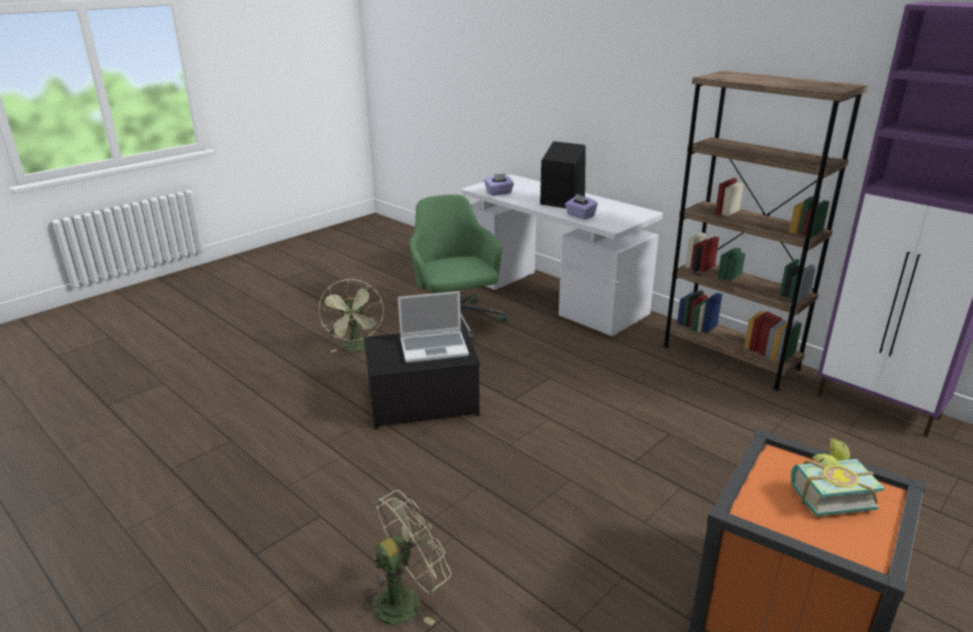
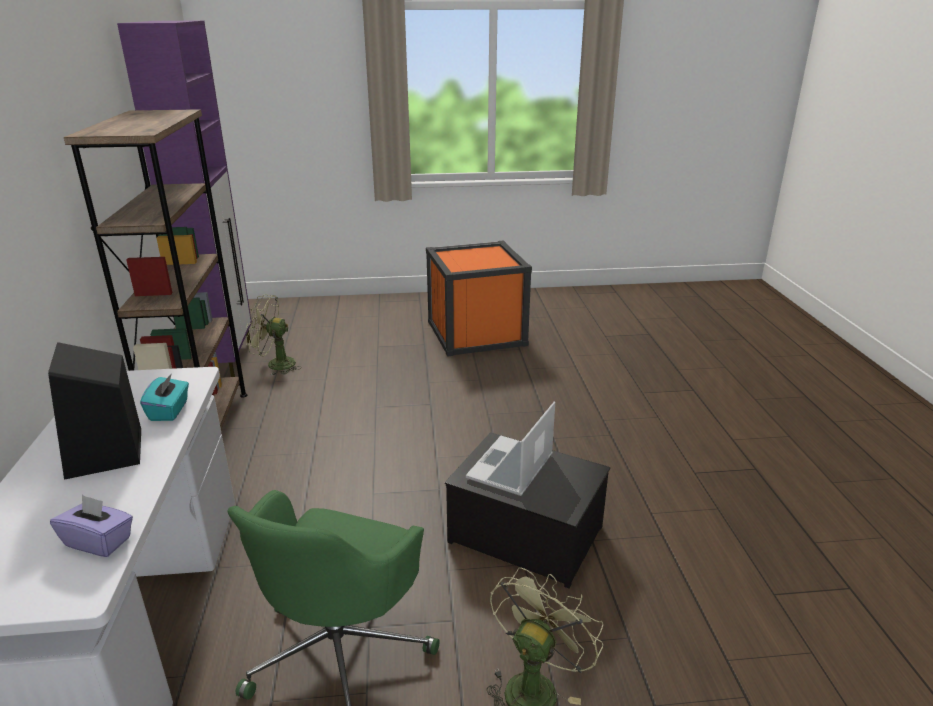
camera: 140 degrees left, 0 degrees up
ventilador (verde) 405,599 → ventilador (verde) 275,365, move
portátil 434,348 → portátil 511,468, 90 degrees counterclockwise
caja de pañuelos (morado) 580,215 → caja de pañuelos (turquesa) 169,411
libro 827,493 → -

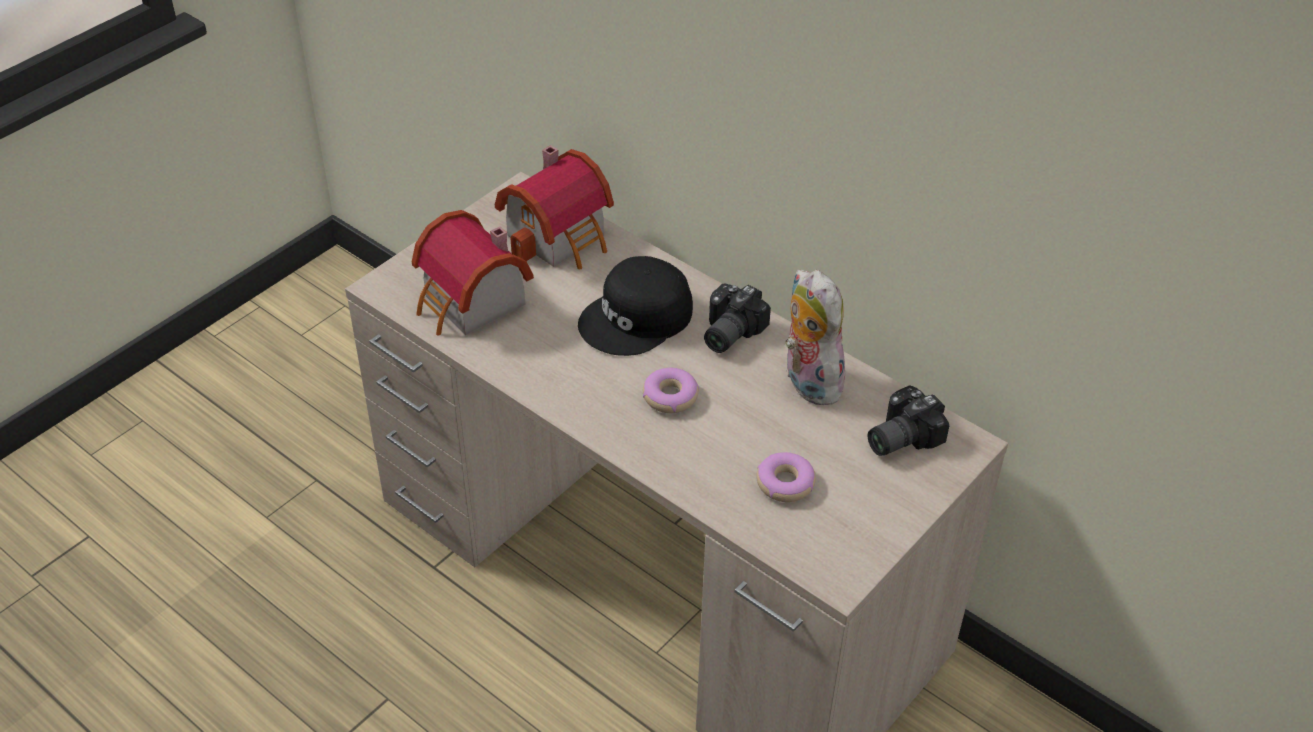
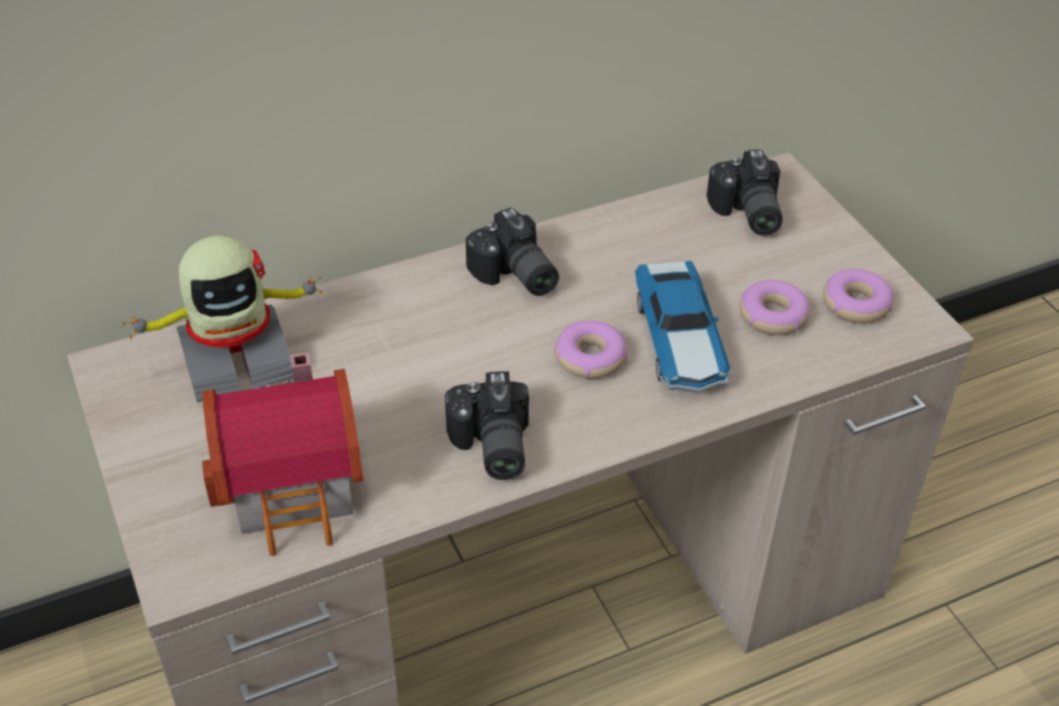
camera: 65 degrees left, 0 degrees up
casita 561,237 → robot de juguete 236,357
gorra (negro) 637,318 → -
peluche 807,381 → -
- → cámara 489,447
- → coche de juguete 679,341
- → rosquilla 856,304

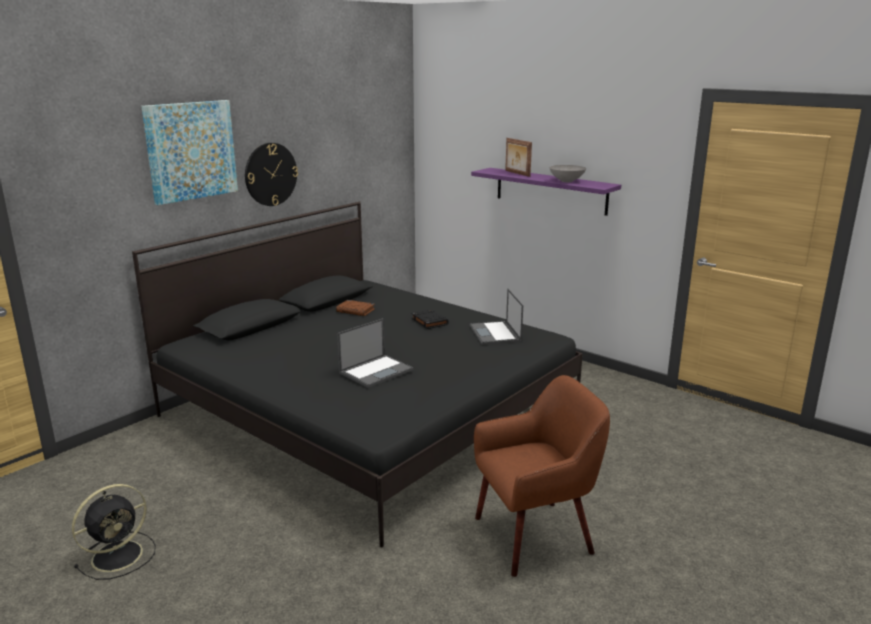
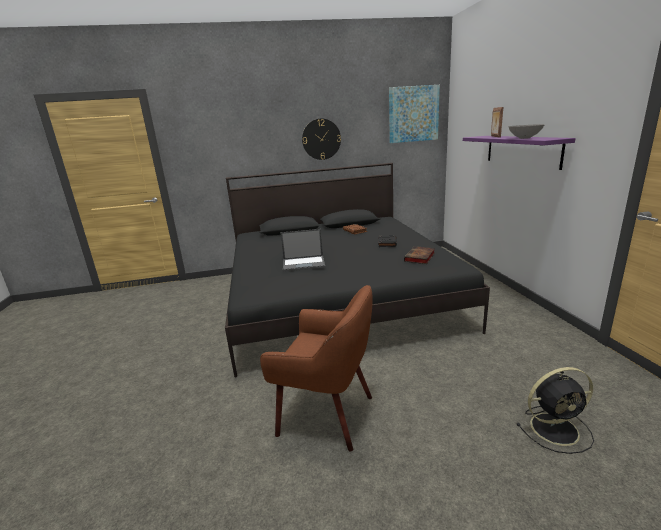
camera: 40 degrees right, 0 degrees up
ventilador (negro) 119,555 → ventilador (negro) 556,428, move
cuadro 191,151 → cuadro 413,114, move
portátil 495,334 → libro 419,257

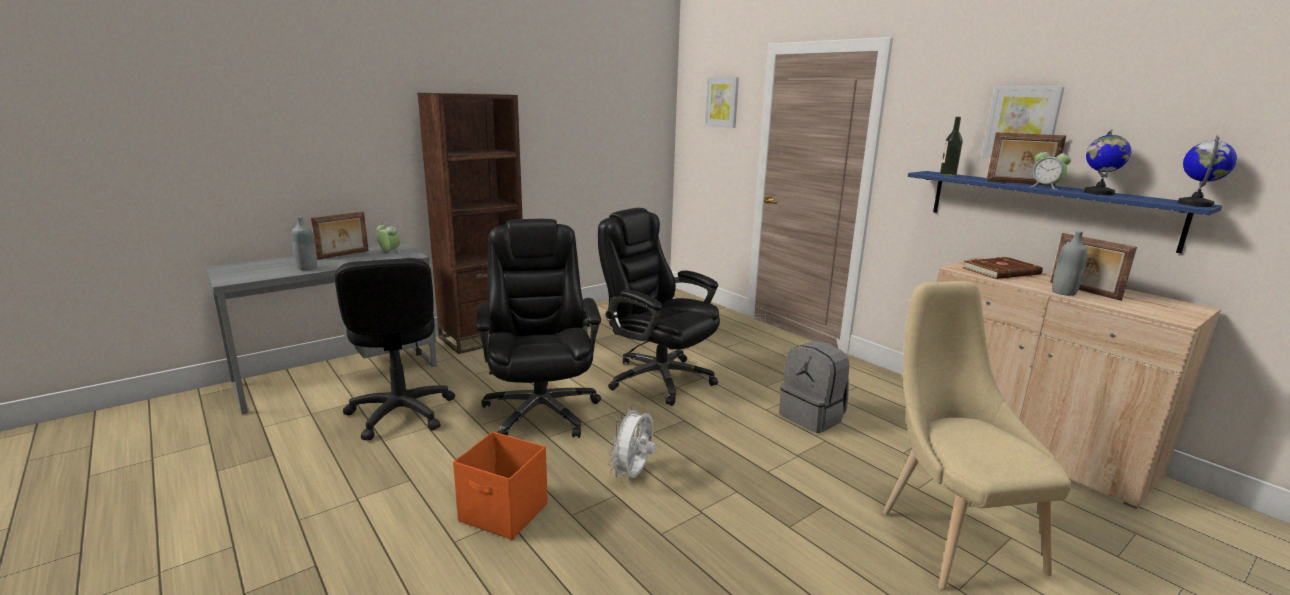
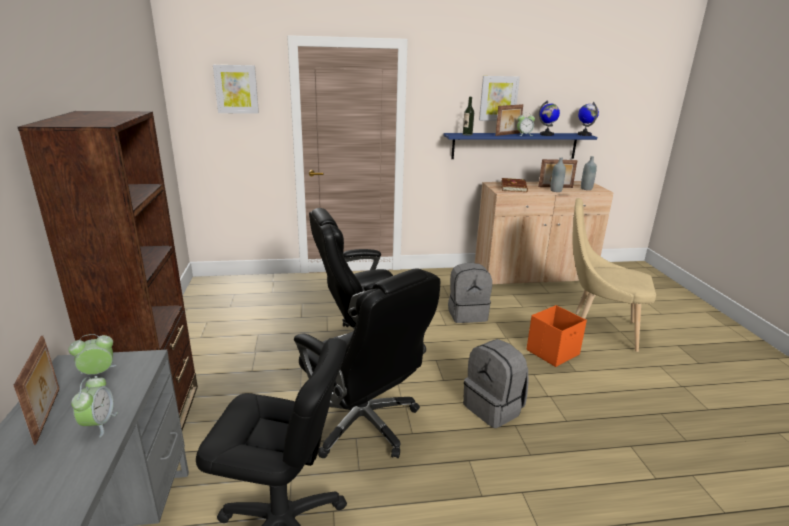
camera: 60 degrees left, 5 degrees up
botella (gris) 307,268 → botella (gris) 586,188, move
caja de almacenaje (naranja) 504,513 → caja de almacenaje (naranja) 553,352, move
silla de oficina (negro) 541,411 → silla de oficina (negro) 364,424, 150 degrees counterclockwise
ventilador (blanco) 633,475 → mochila (gris) 494,408
- → despertador 99,424

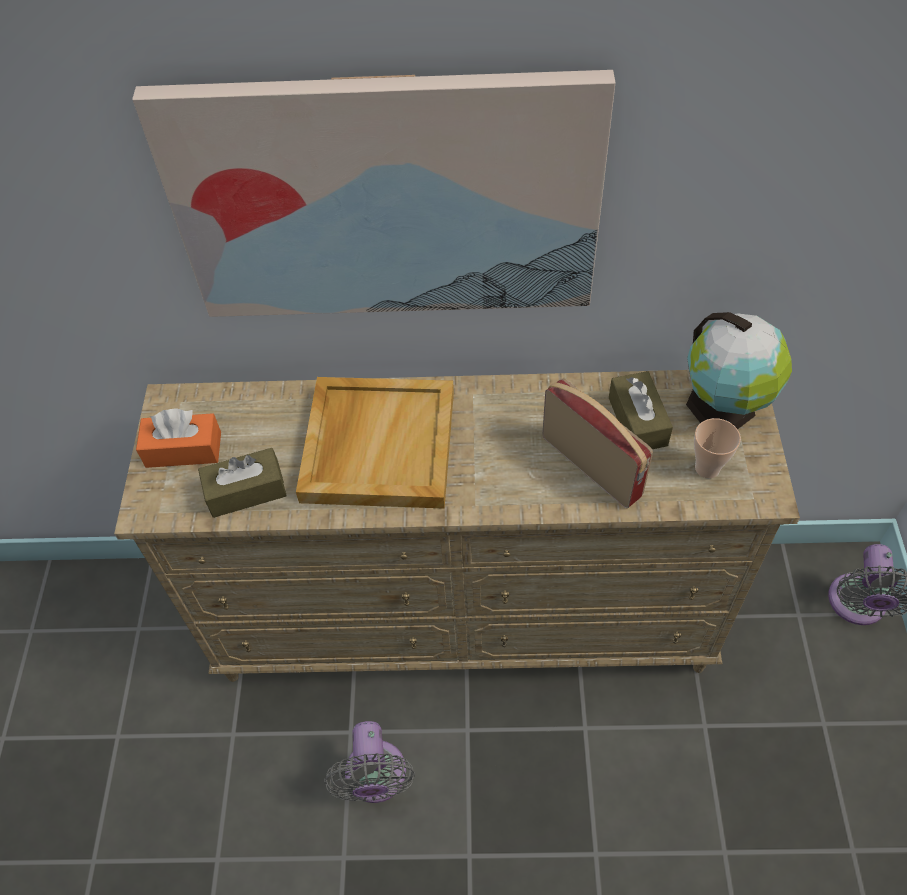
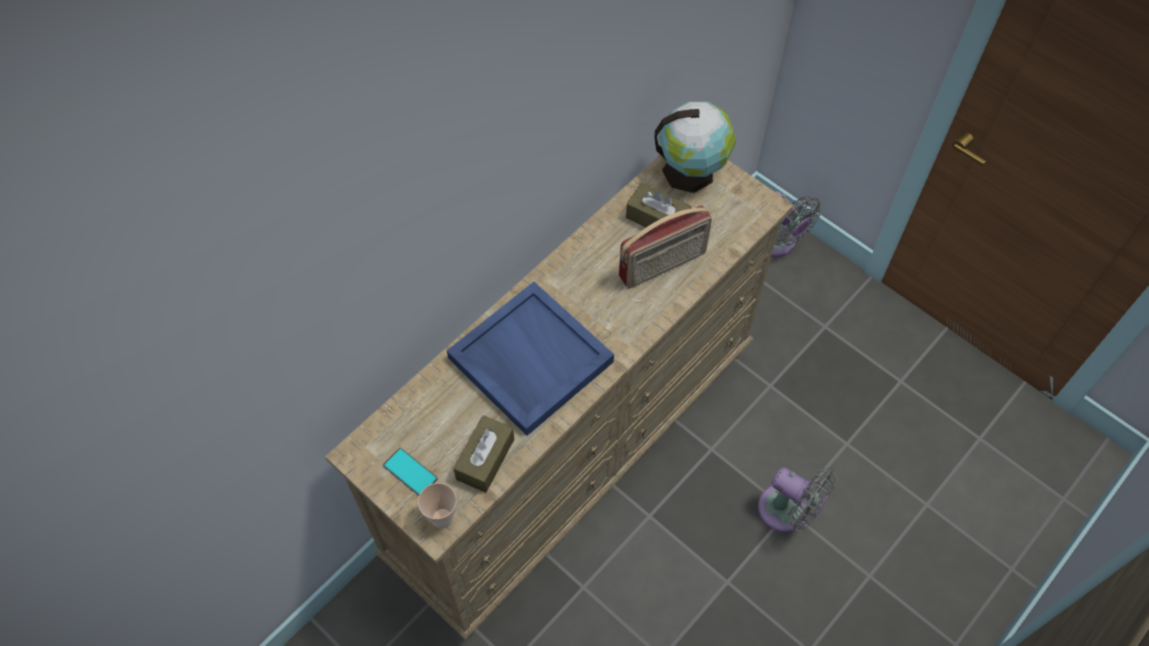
camera: 50 degrees left, 5 degrees up
cuadro 387,199 → -
caja de pañuelos (naranja) 183,449 → móvil 410,472
bandeja (beis) 378,444 → bandeja (azul) 529,360
ventilador (gris) 376,779 → ventilador (gris) 788,512, move
radio 592,466 → radio 663,266, 150 degrees clockwise
taza 707,468 → taza 442,518, move

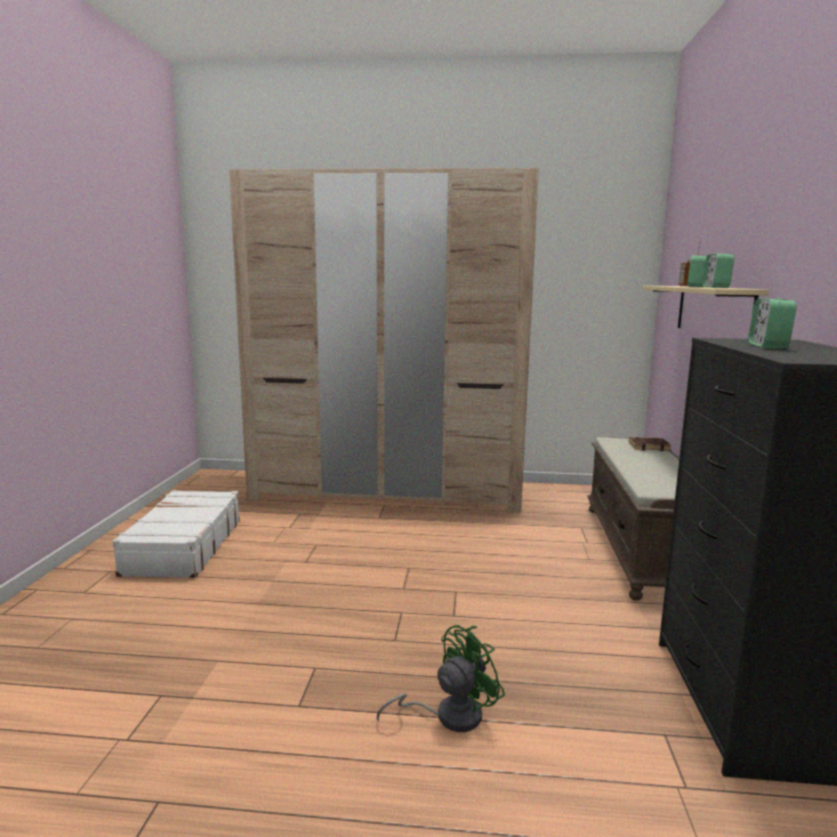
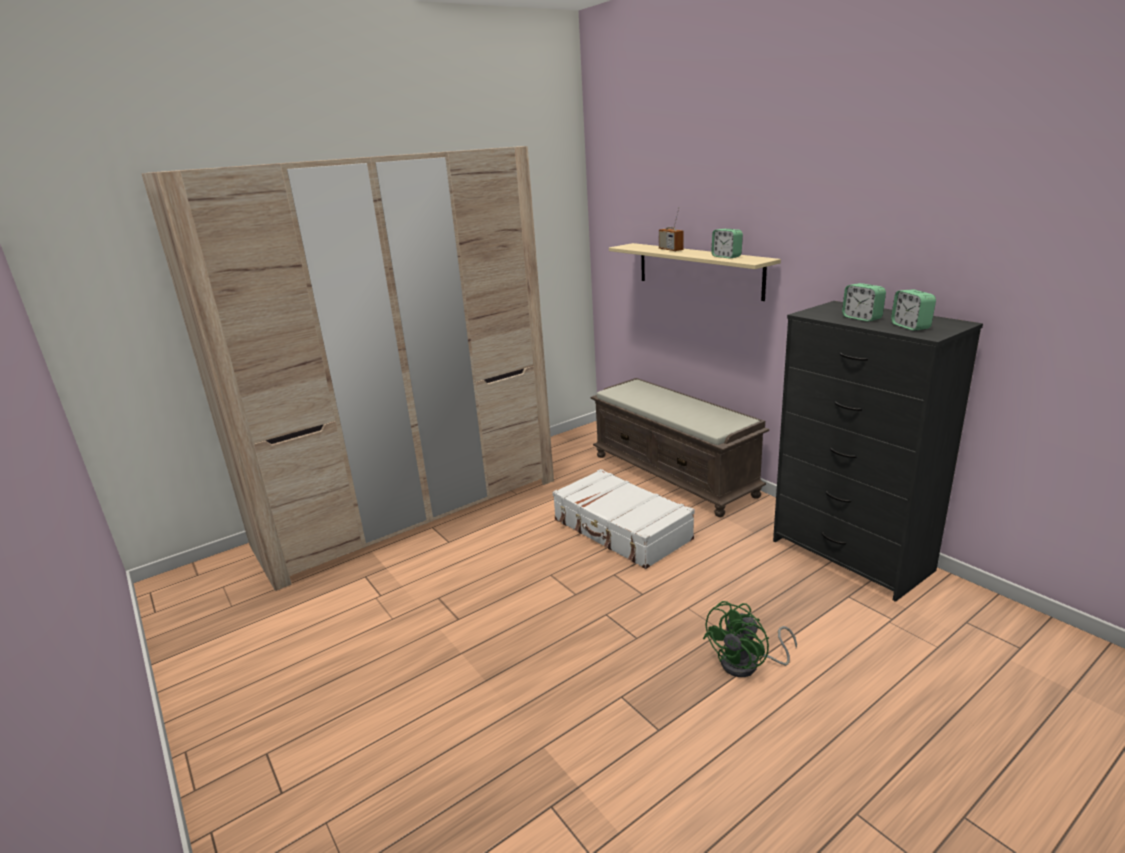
camera: 40 degrees left, 10 degrees up
maleta (blanco) 183,547 → maleta (blanco) 621,530, move
ventilador (verde) 448,715 → ventilador (verde) 747,664, 150 degrees counterclockwise
libro (marrón) 649,447 → -
despertador 696,286 → despertador 910,326, move

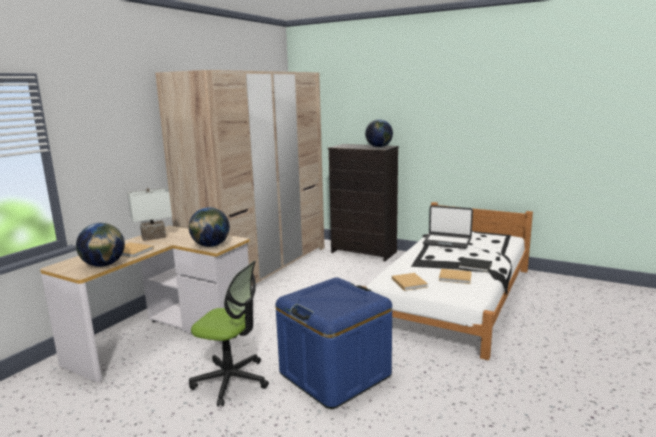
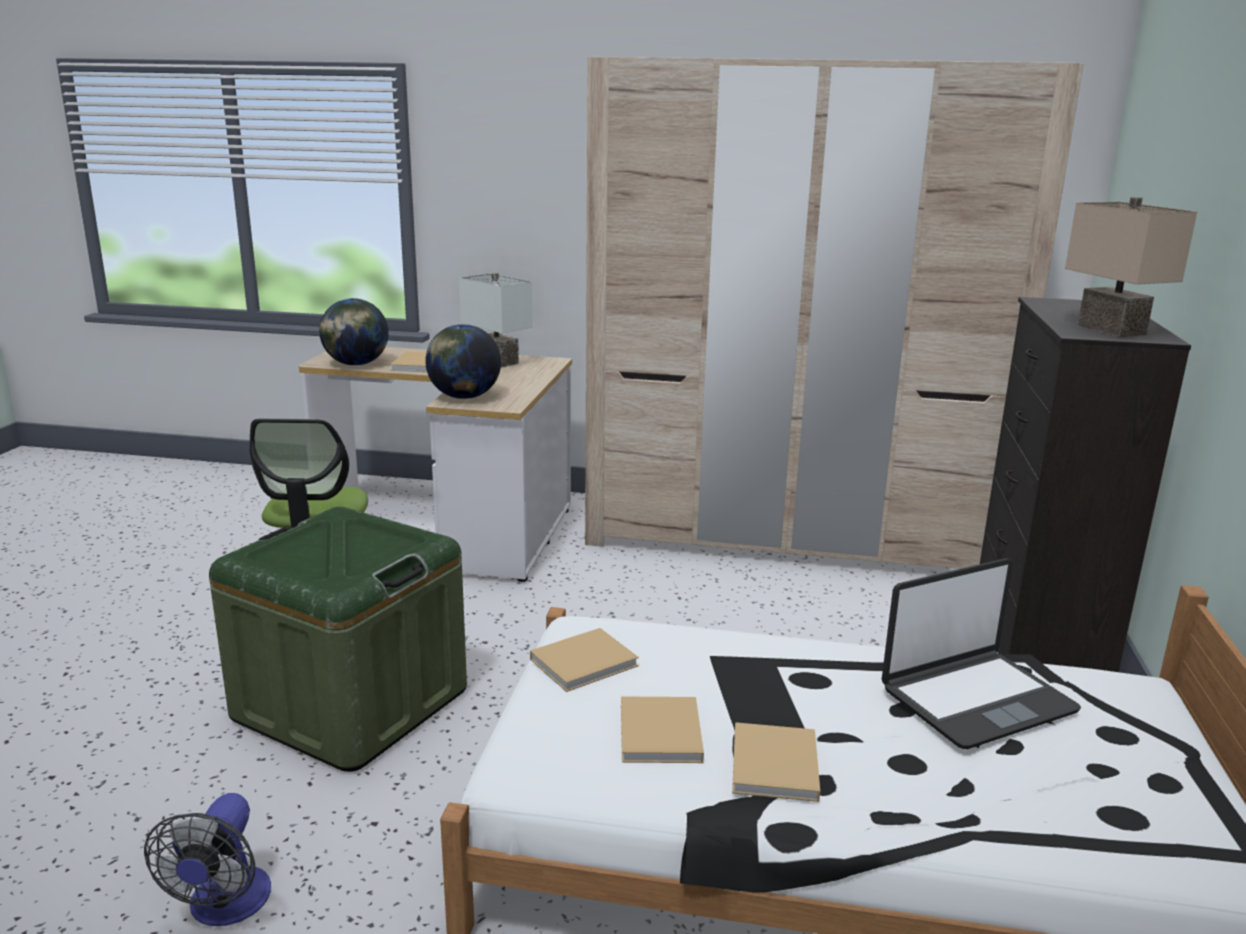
camera: 70 degrees right, 5 degrees up
caja de almacenaje (azul) 335,374 → caja de almacenaje (verde) 351,704
globo terráqueo 379,147 → lámpara de mesa (beis) 1114,330
portátil 447,242 → portátil 976,699, 120 degrees counterclockwise
libro (negro) 476,266 → libro (beis) 774,767
- → ventilador 225,908

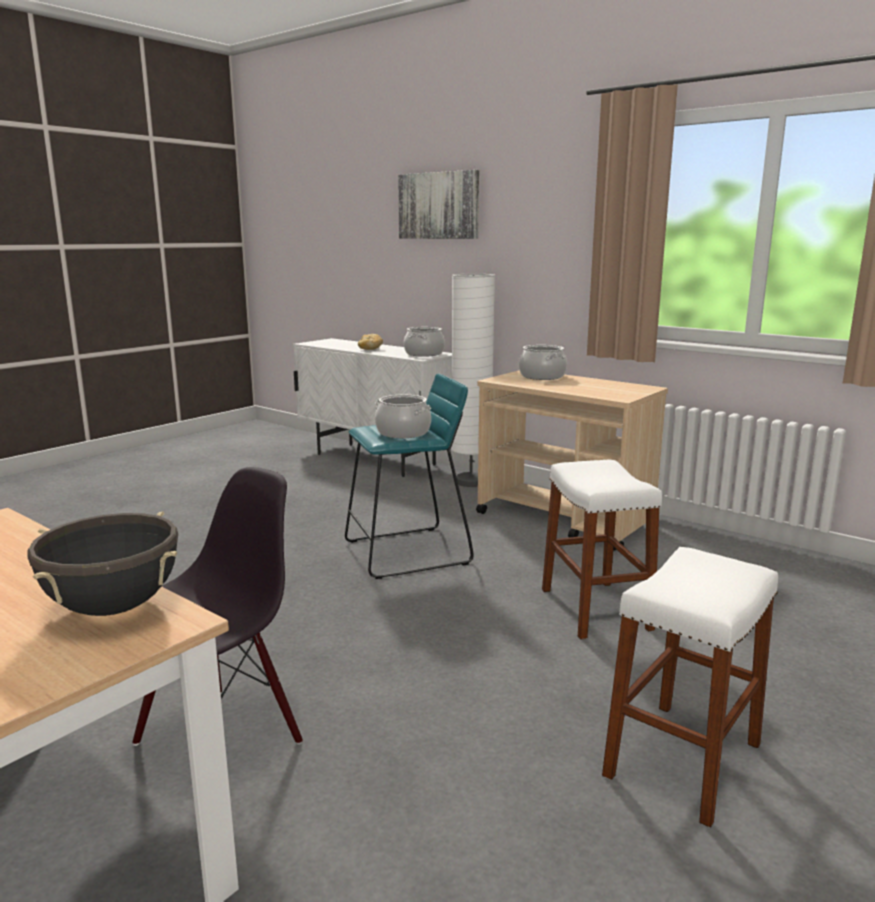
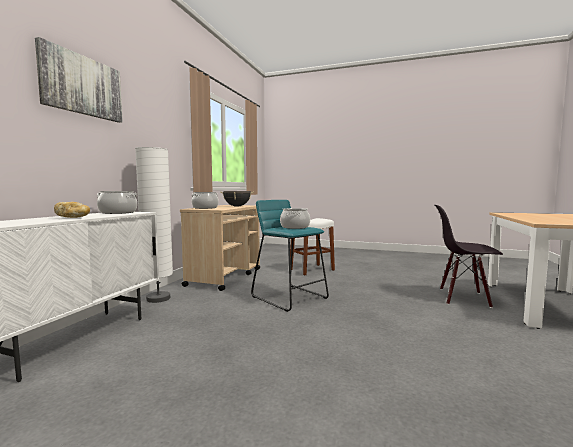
camera: 110 degrees left, 10 degrees down
olla (negro) 113,607 → olla (negro) 237,206, move
taburete (blanco) 683,760 → -

